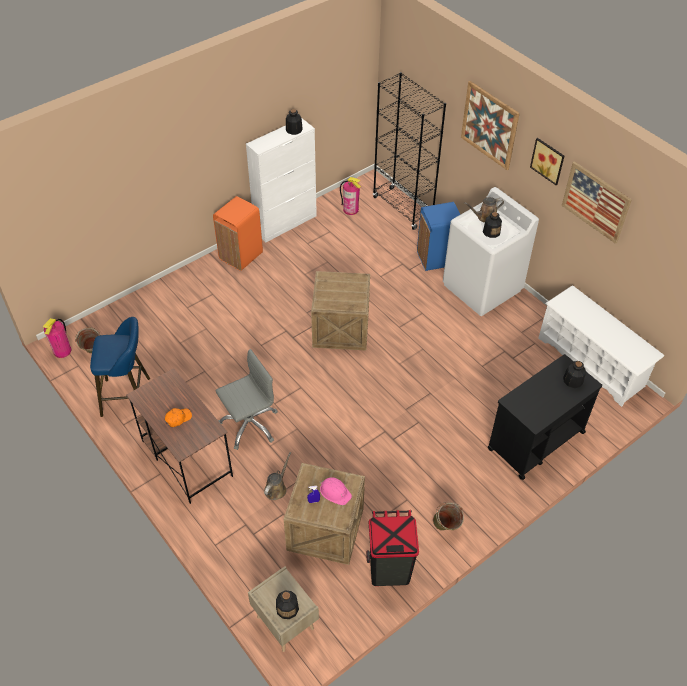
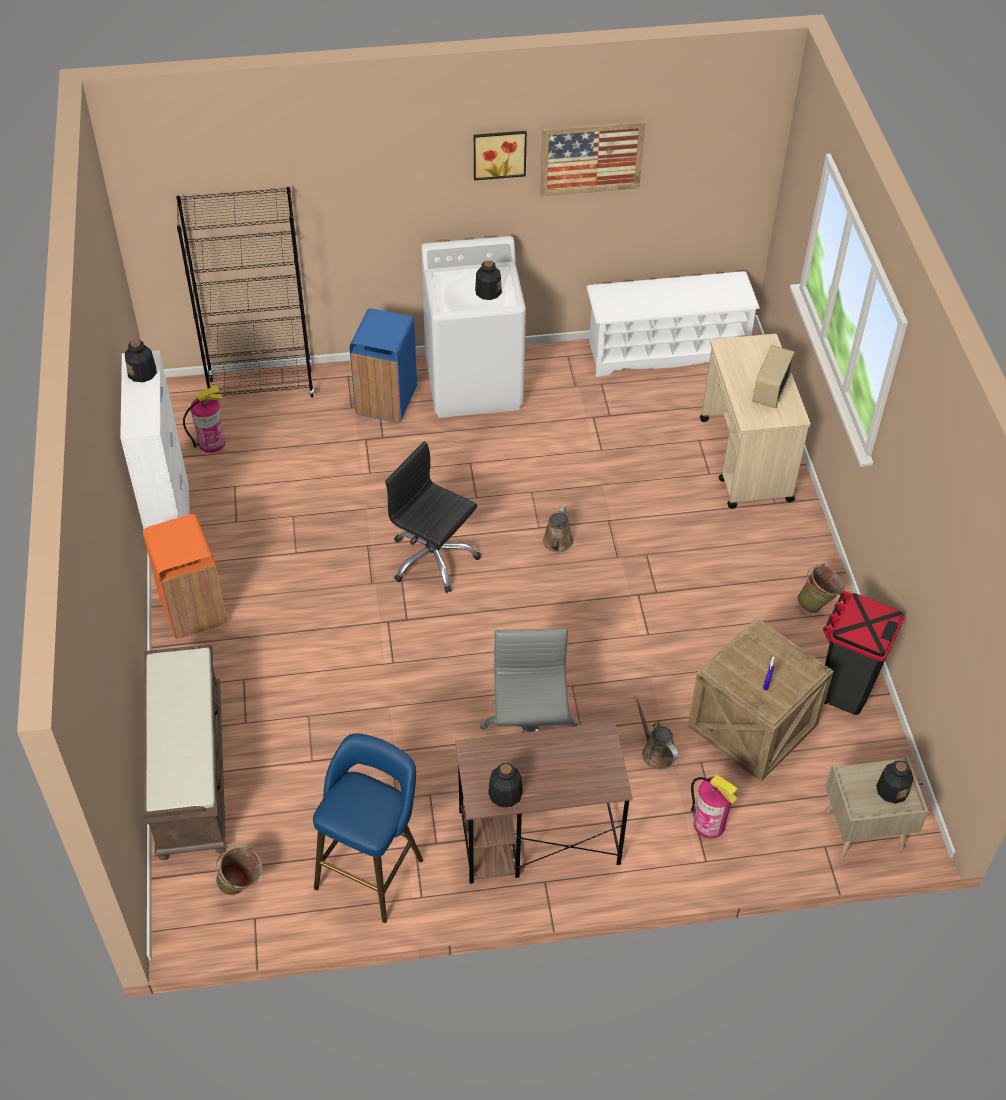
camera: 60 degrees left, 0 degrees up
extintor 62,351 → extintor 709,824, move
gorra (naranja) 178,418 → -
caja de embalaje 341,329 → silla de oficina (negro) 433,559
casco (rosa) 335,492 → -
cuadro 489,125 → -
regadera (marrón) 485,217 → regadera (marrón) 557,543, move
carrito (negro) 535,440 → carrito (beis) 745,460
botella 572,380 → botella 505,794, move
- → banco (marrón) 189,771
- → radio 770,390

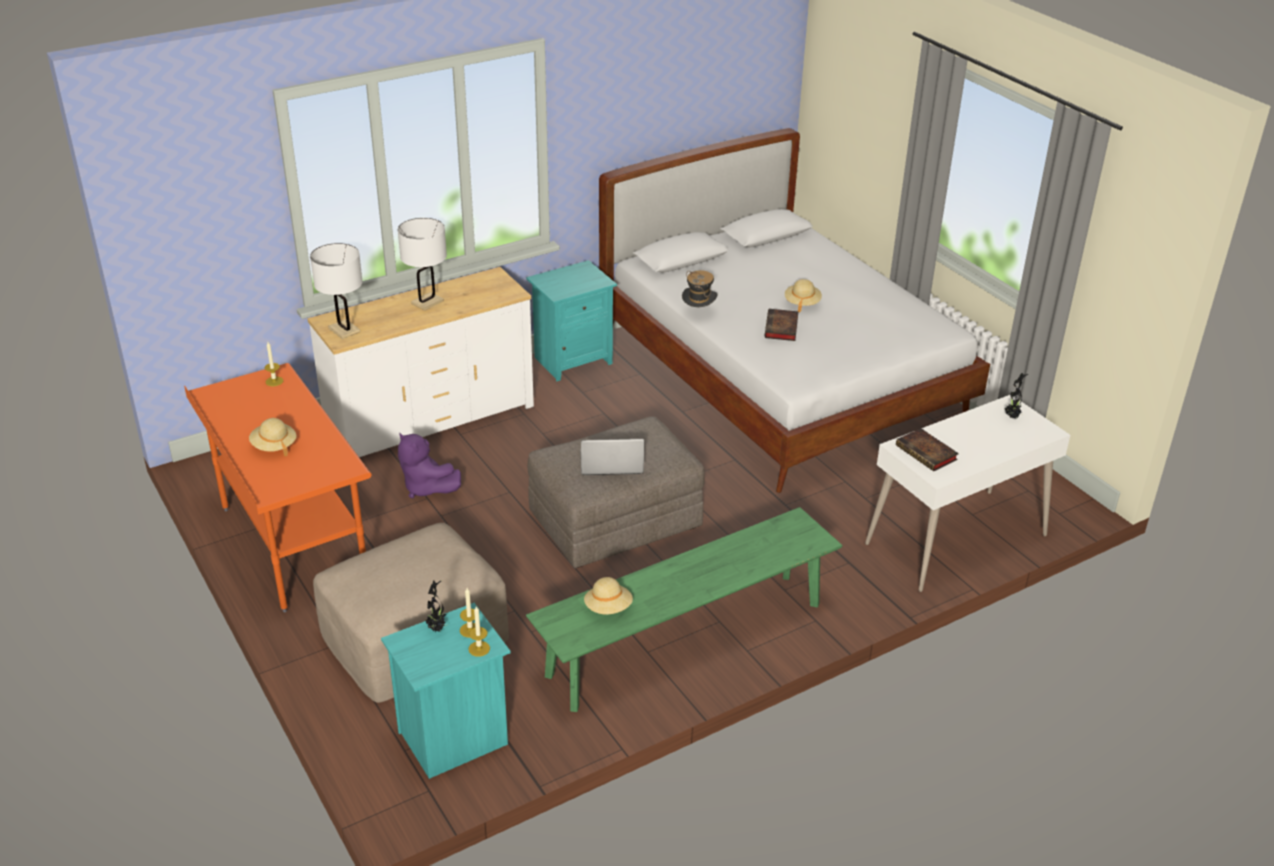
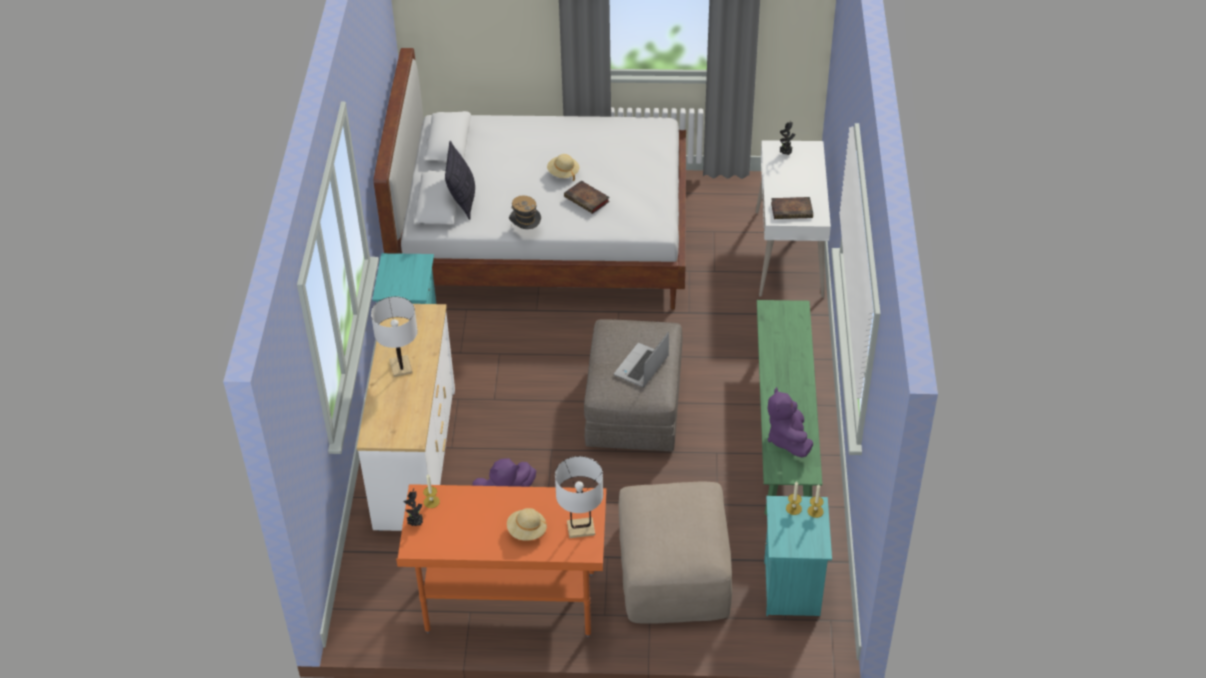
camera: 55 degrees left, 10 degrees up
lámpara de mesa (blanco) 344,330 → lámpara de mesa (blanco) 581,528, move
planta en maceta 437,628 → planta en maceta 416,523, move
sombrero (beis) 608,608 → peluche (morado) 788,439
- → cojín 462,200

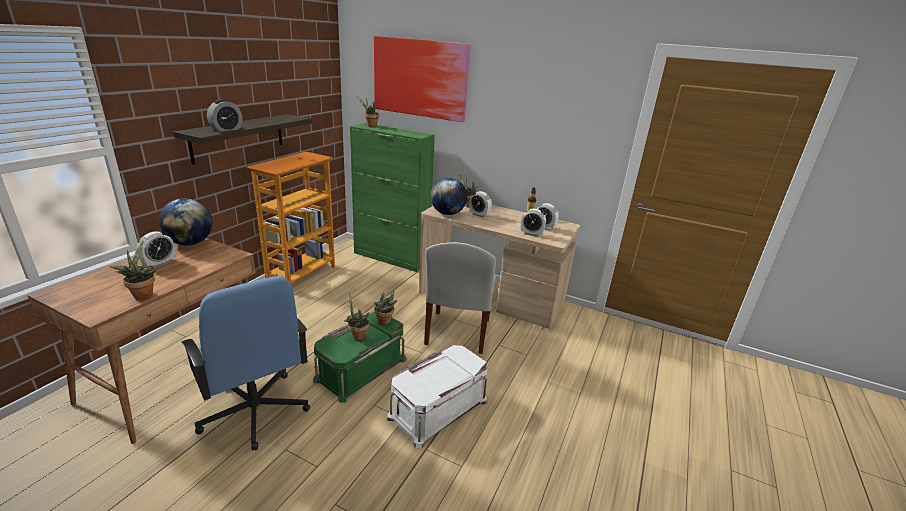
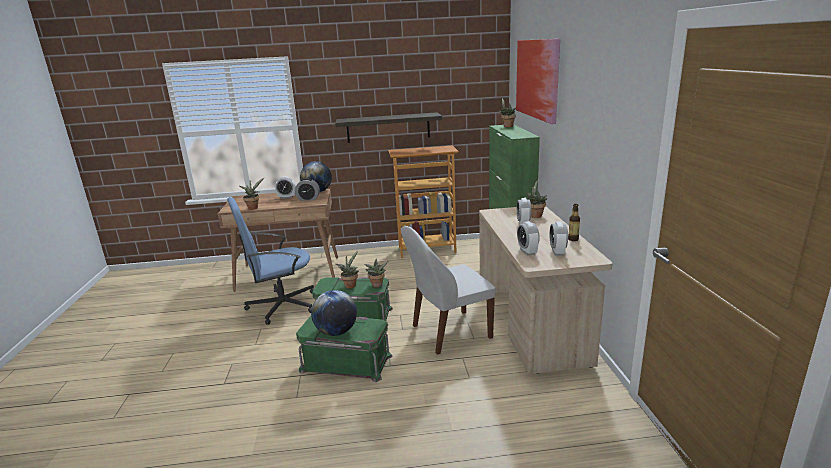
camera: 60 degrees right, 5 degrees down
silla de oficina (azul) 255,411 → silla de oficina (azul) 281,305, 45 degrees clockwise
despertador 226,129 → despertador 308,199, move
caja de almacenaje (blanco) 437,407 → caja de almacenaje (verde) 346,362
globo terráqueo 447,213 → globo terráqueo 336,332, move

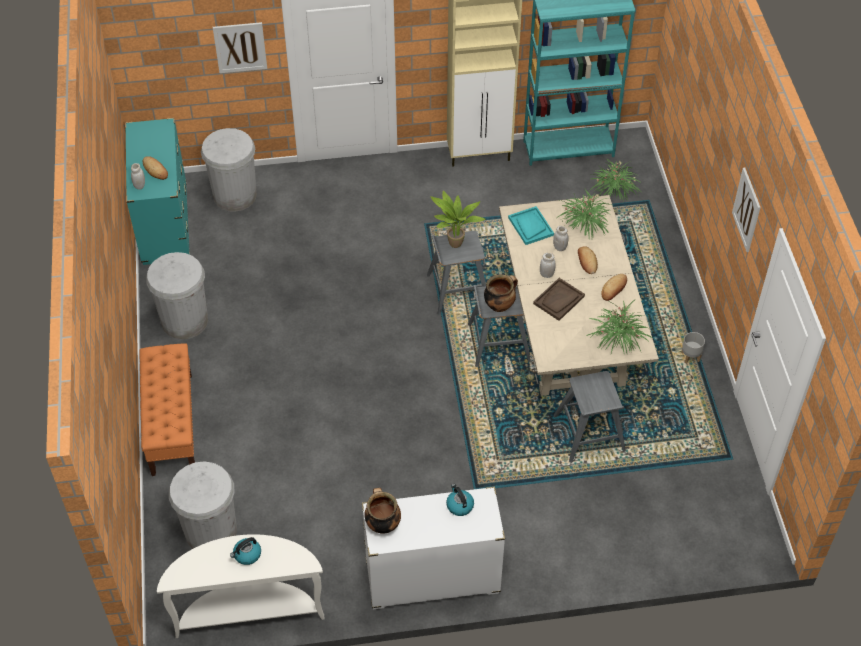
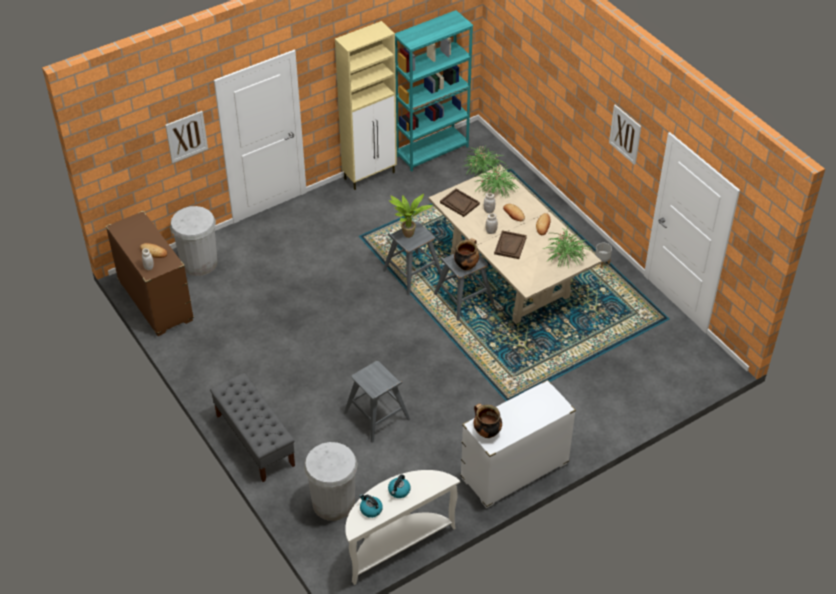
camera: 25 degrees left, 5 degrees down
cómoda (turquesa) 164,224 → cómoda (marrón) 155,301
banco (naranja) 172,423 → banco (gris) 254,440
papelera (blanco) 184,321 → -
hervidor 459,505 → hervidor 370,509, move
bandeja (turquesa) 530,226 → bandeja (marrón) 459,203
taburete (gris) 589,434 → taburete (gris) 377,417, move

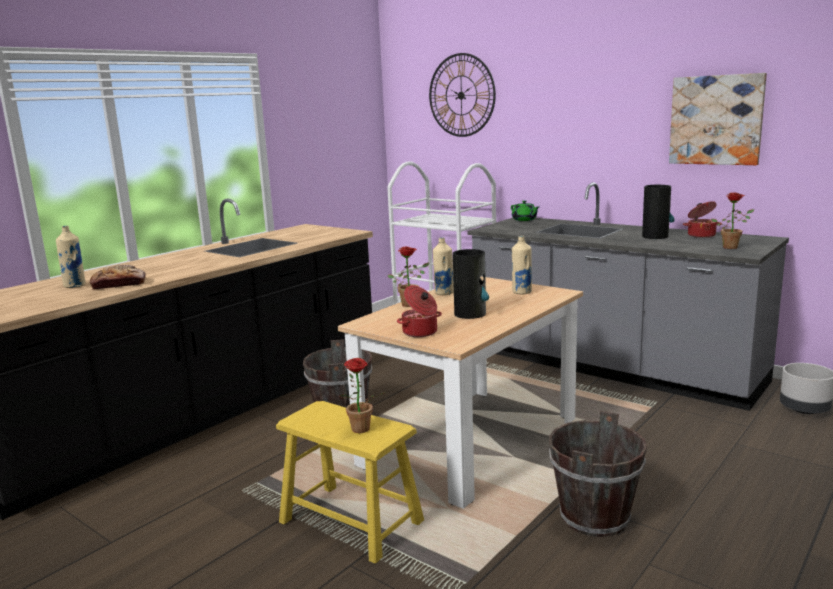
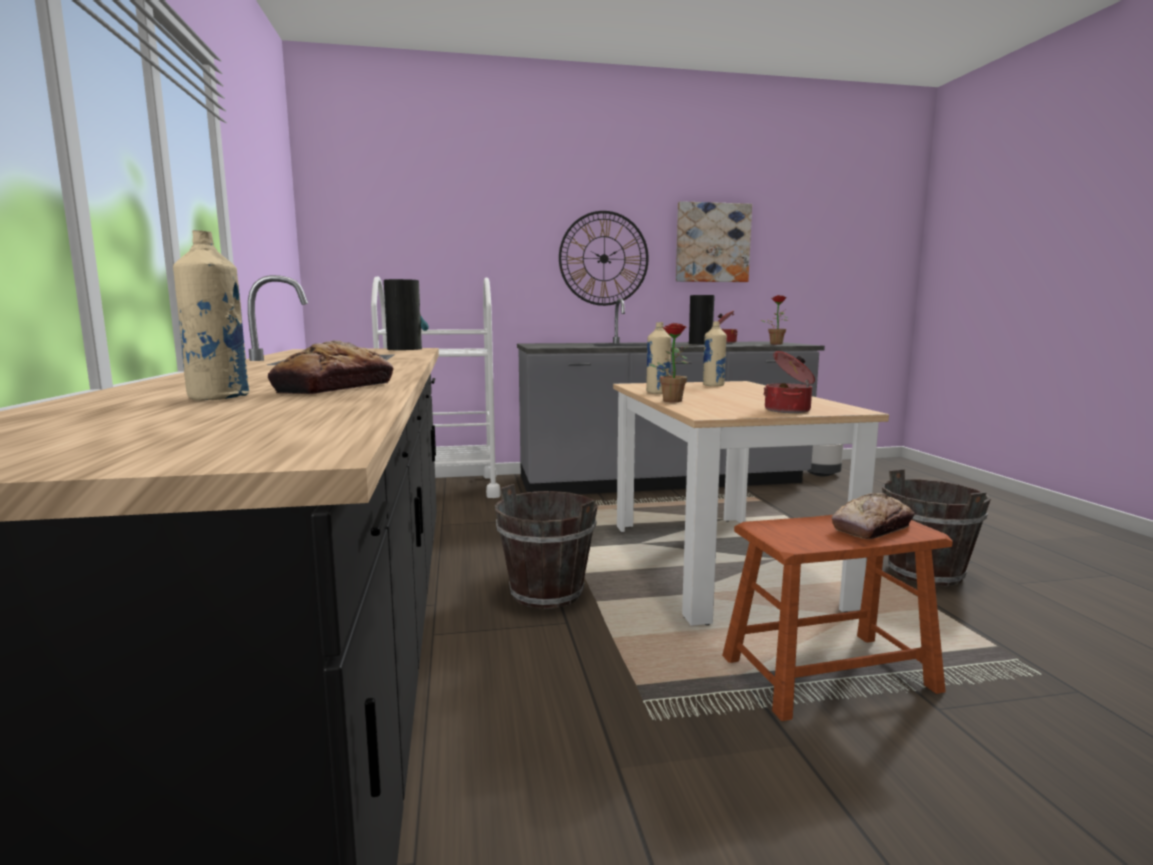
camera: 50 degrees left, 5 degrees down
taburete (amarillo) 351,521 → taburete (marrón) 828,673
planta en maceta 359,431 → pan 872,527
reloj de pared 461,95 → reloj de pared 604,258, move
florero 470,314 → florero 405,349, move
tetera (verde) 524,220 → -

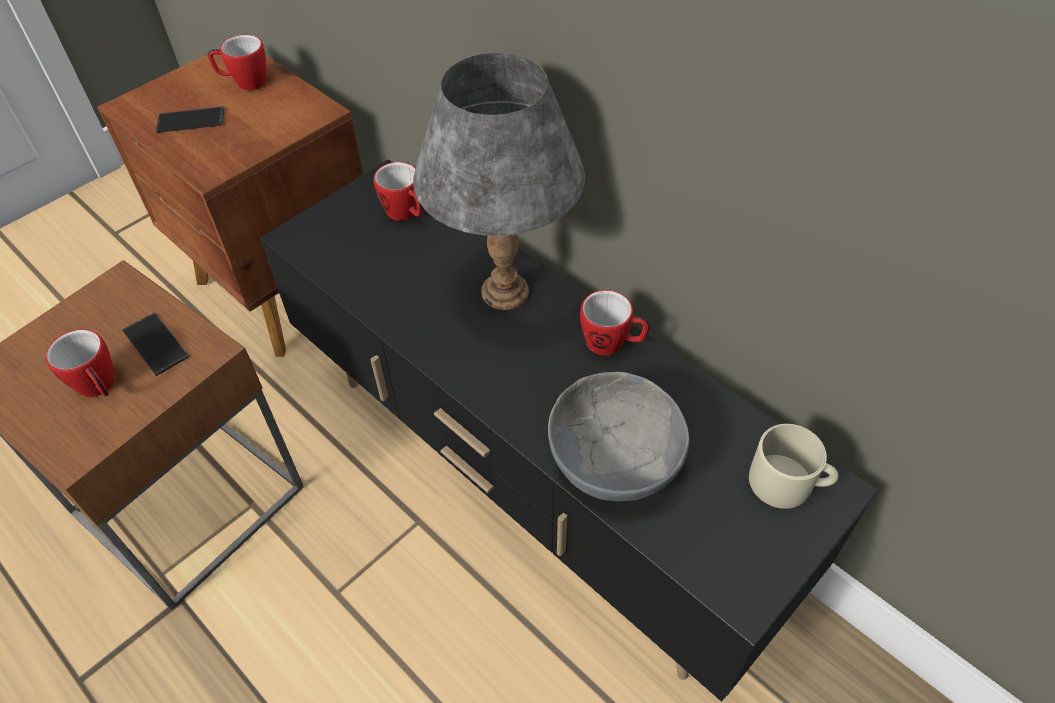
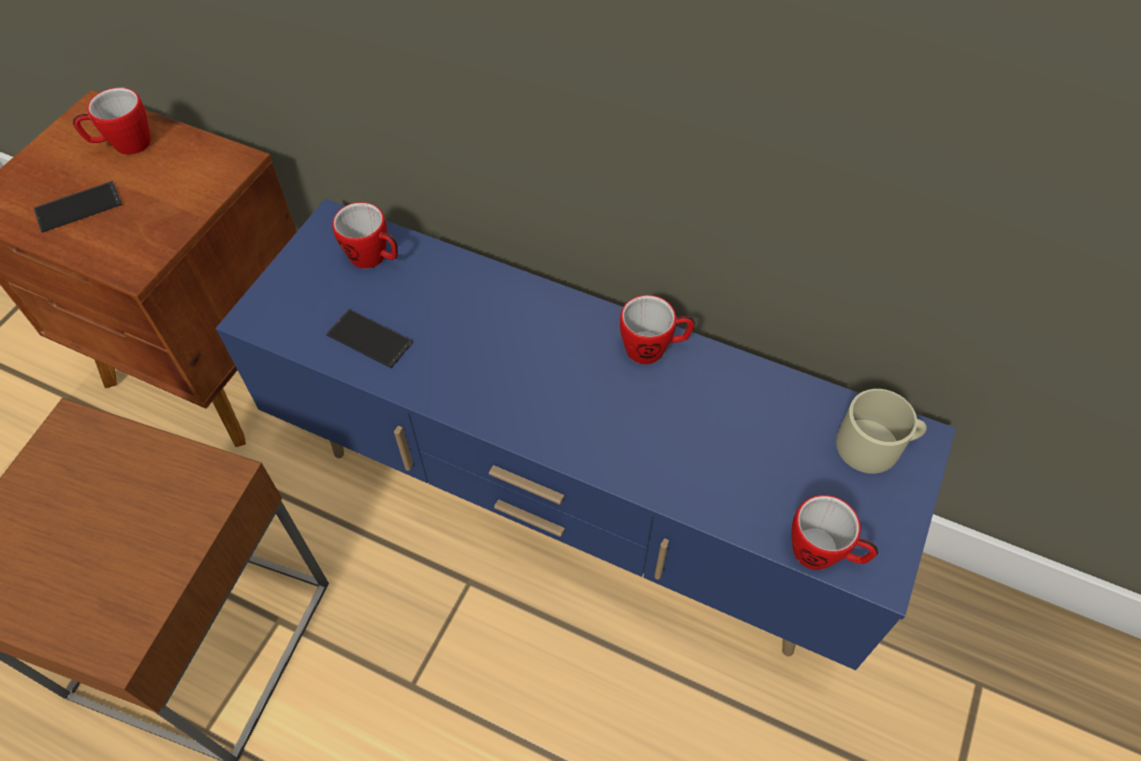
camera: 20 degrees left, 5 degrees up
taza grande 100,387 → taza grande 824,554, move
móvil 155,344 → móvil 369,338, move
mueble de televisión (negro) 533,483 → mueble de televisión (azul) 573,505
lámpara de mesa (gris) 505,293 → -
cuenco (gris) 612,460 → -

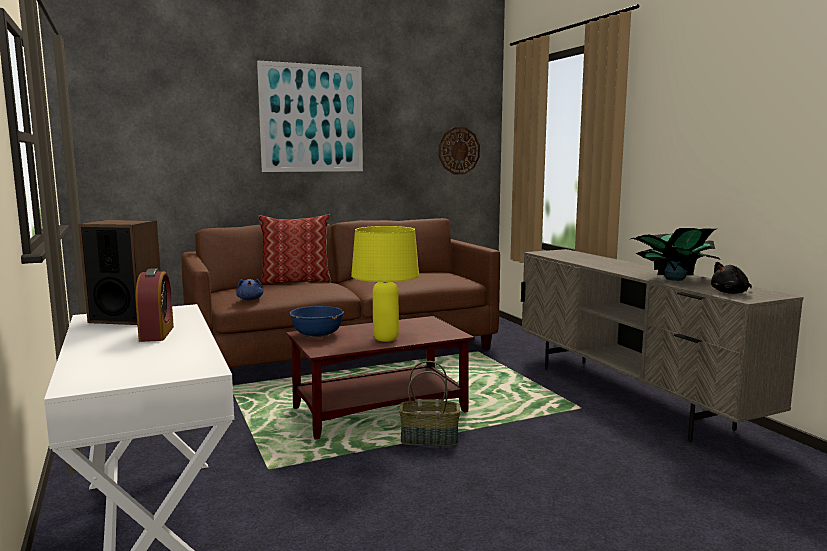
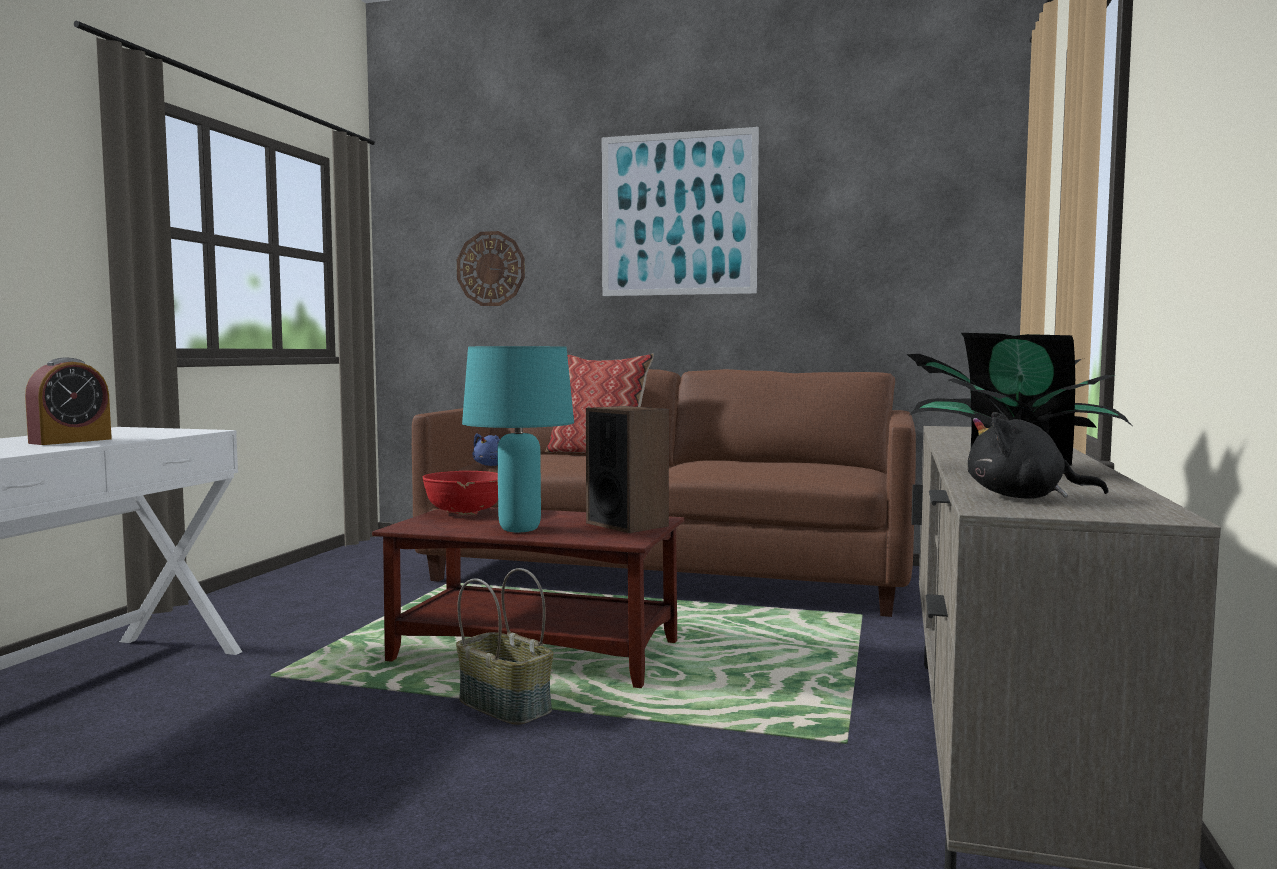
camera: 40 degrees right, 5 degrees down
altavoz 126,318 → altavoz 627,524, move
cuenco (azul) 317,335 → cuenco (rojo) 464,512
lámpara de mesa (amarillo) 385,339 → lámpara de mesa (turquesa) 519,529
reloj de pared 459,151 → reloj de pared 491,269, move

